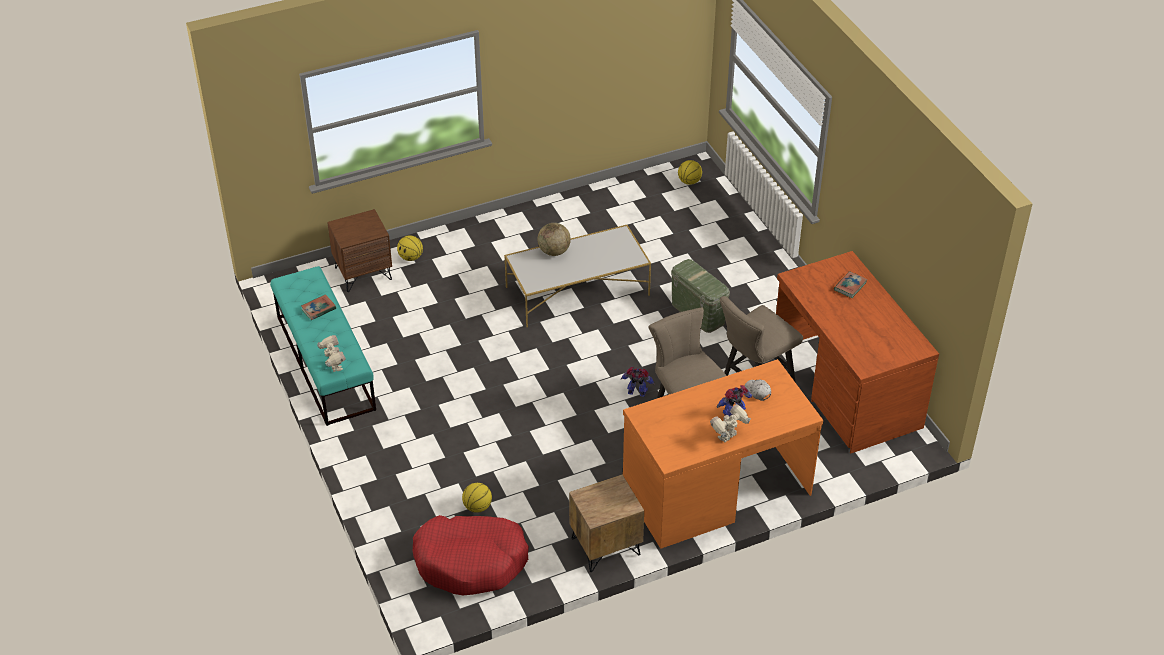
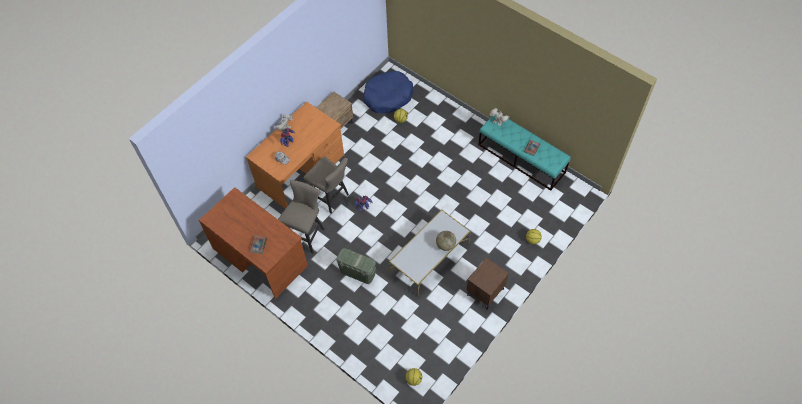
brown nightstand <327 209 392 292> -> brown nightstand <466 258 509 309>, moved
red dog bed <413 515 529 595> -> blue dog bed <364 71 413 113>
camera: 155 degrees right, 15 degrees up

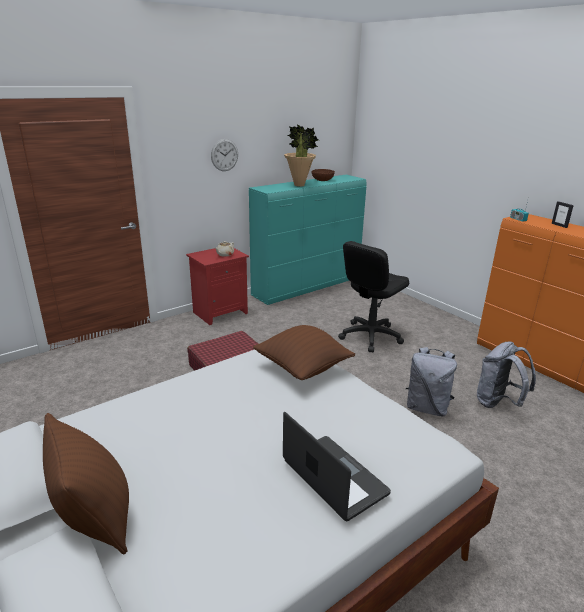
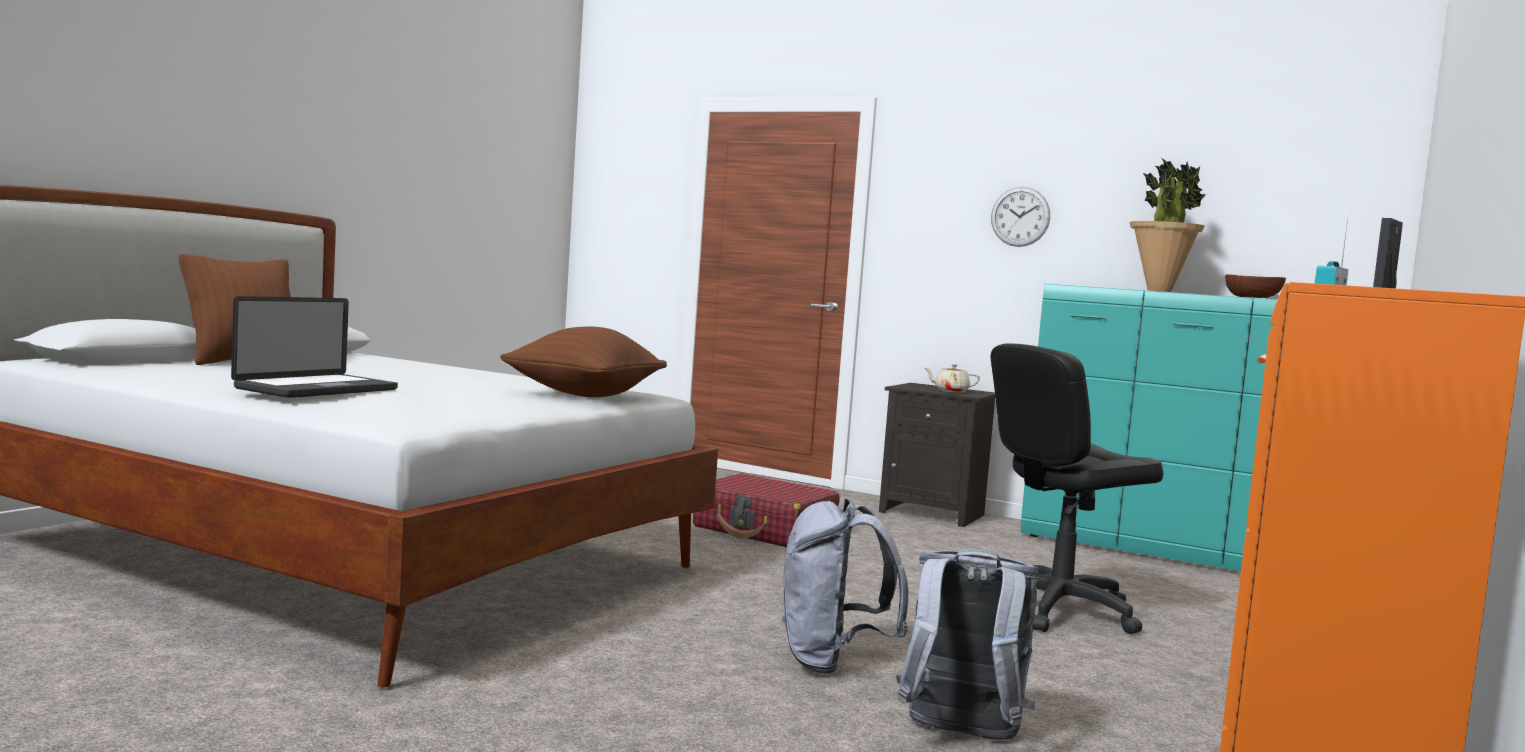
red nightstand <186 248 249 325> -> black nightstand <879 383 995 527>
black office chair <338 241 409 352> -> black office chair <991 343 1163 634>, 45 degrees counterclockwise
camera: 65 degrees right, 20 degrees down

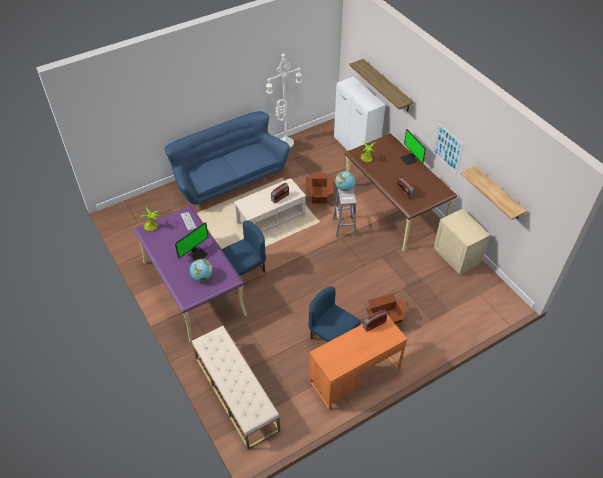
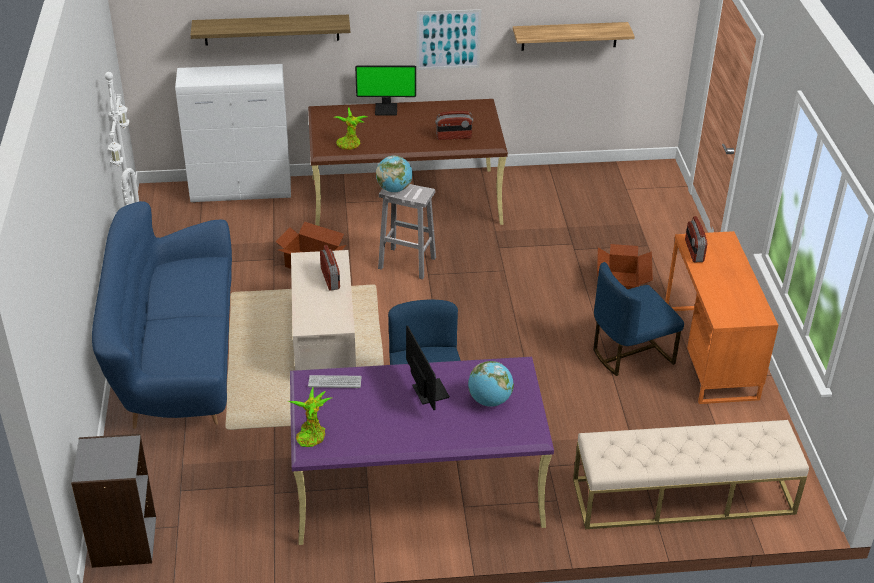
beige nightstand <434 209 490 275> -> none
none -> grey bookcase <71 434 156 568>
camera: 65 degrees left, 10 degrees down

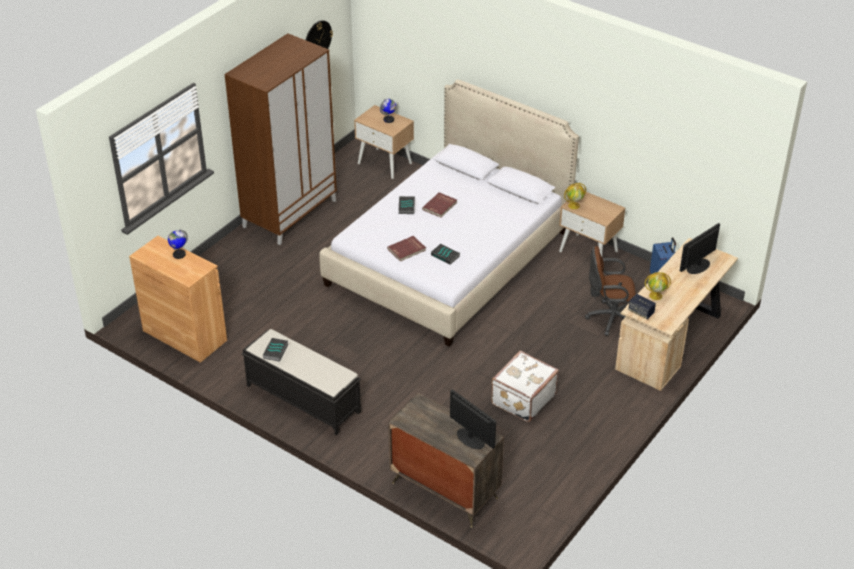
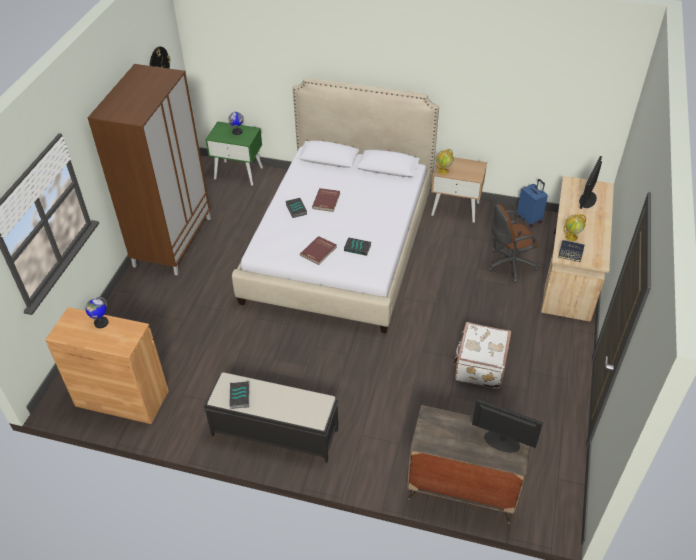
beige nightstand <354 105 414 179> -> green nightstand <205 121 263 186>
camera: 20 degrees left, 5 degrees up

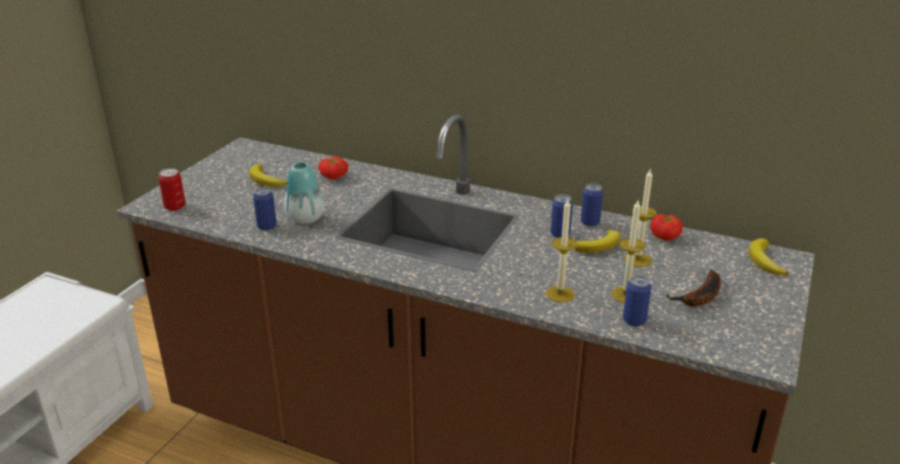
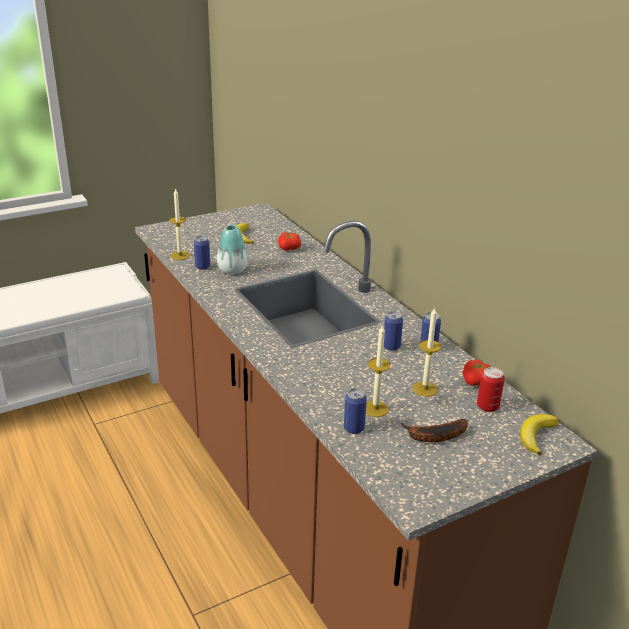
banana <575 230 621 253> -> none
can <158 168 186 211> -> can <477 367 505 412>, moved
candle <546 199 577 302> -> candle <169 188 190 260>, moved
camera: 35 degrees right, 0 degrees up

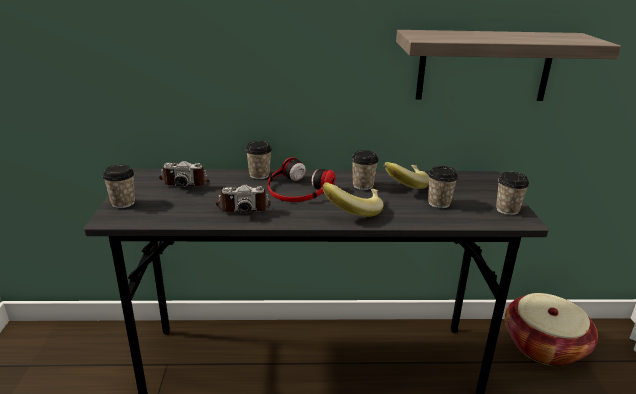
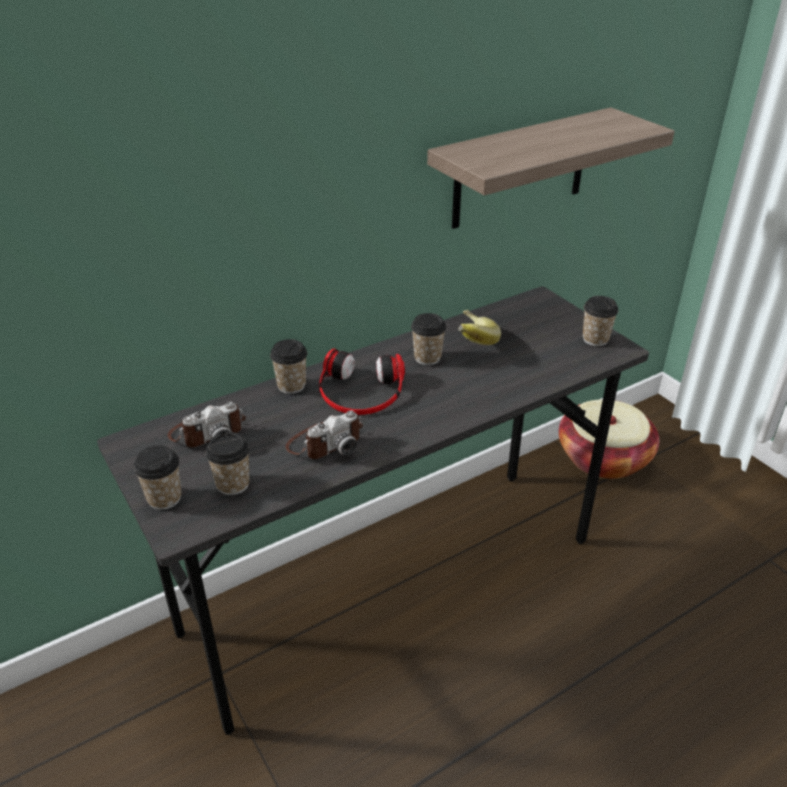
banana <322 182 384 217> -> none
cup <428 166 458 208> -> cup <206 432 250 495>, moved
camera: 30 degrees left, 10 degrees up

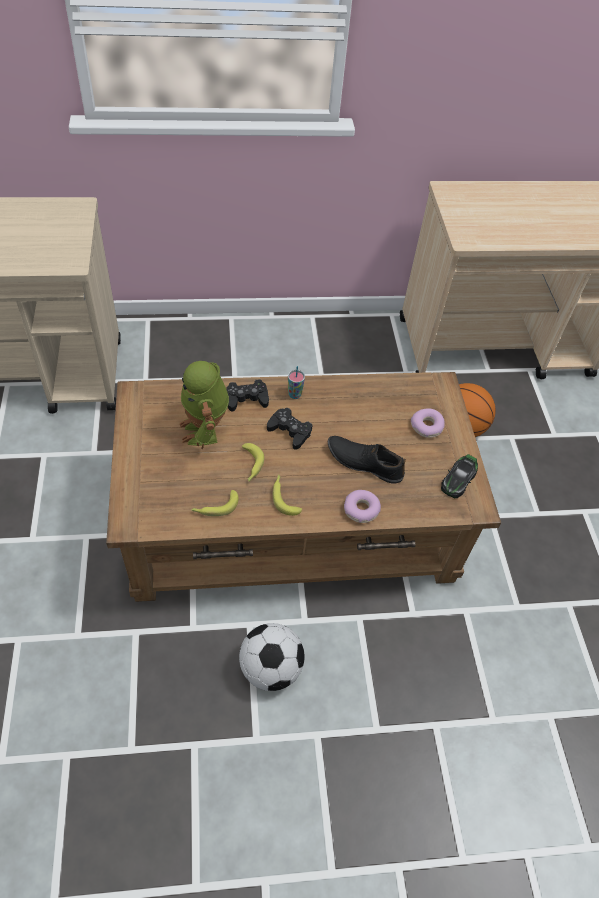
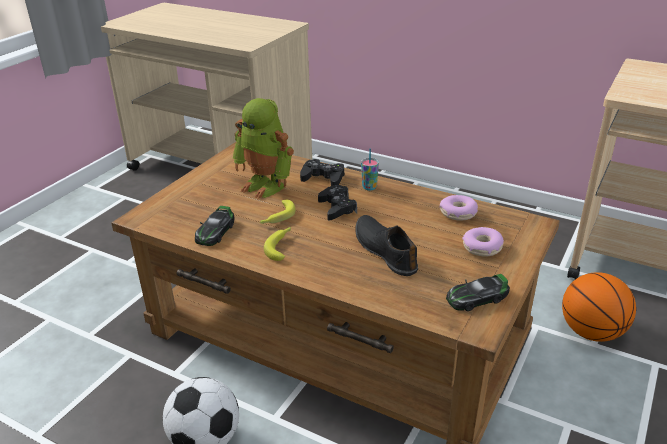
donut <344 490 381 523> -> donut <440 195 478 221>, moved
banana <191 490 239 516> -> toy car <195 206 234 246>
toy robot <180 361 229 449> -> toy robot <233 98 294 199>, 75 degrees counterclockwise
camera: 40 degrees right, 20 degrees down

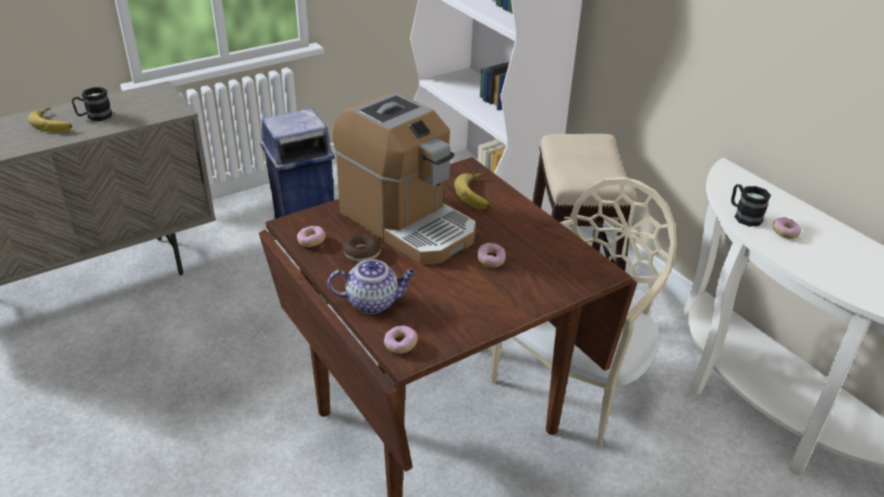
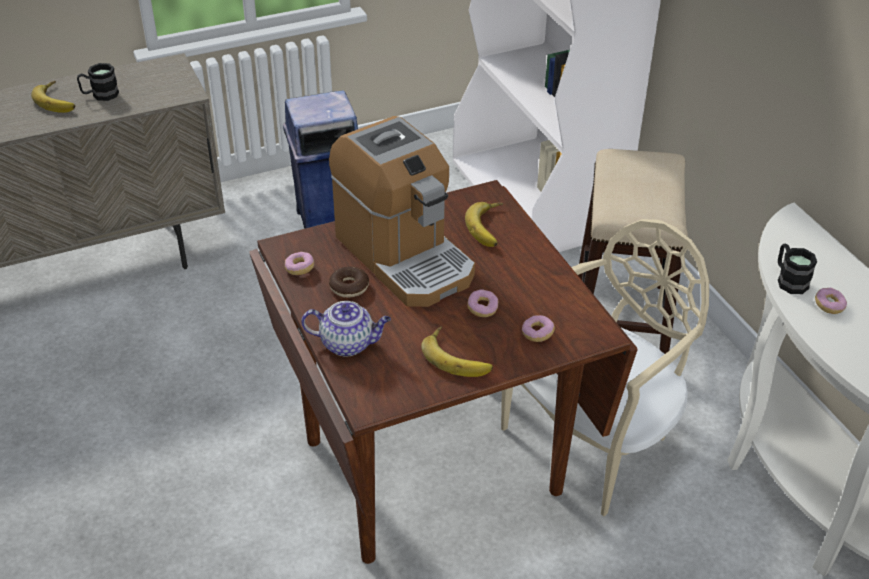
none -> banana <421 326 493 377>
donut <384 325 418 354> -> donut <522 315 555 342>, moved
camera: 10 degrees right, 5 degrees up

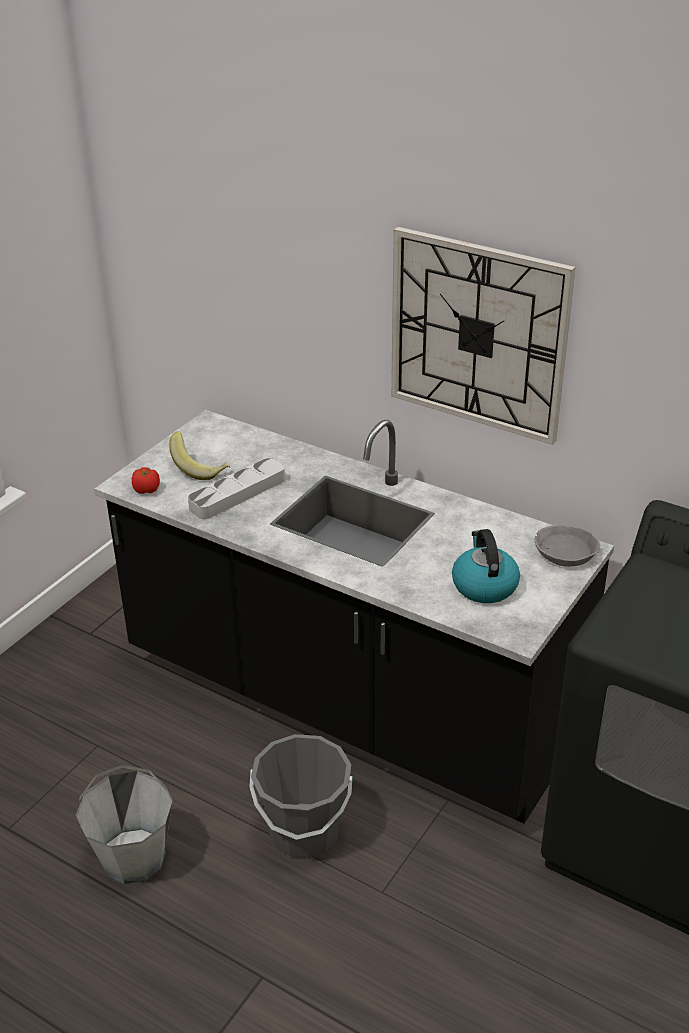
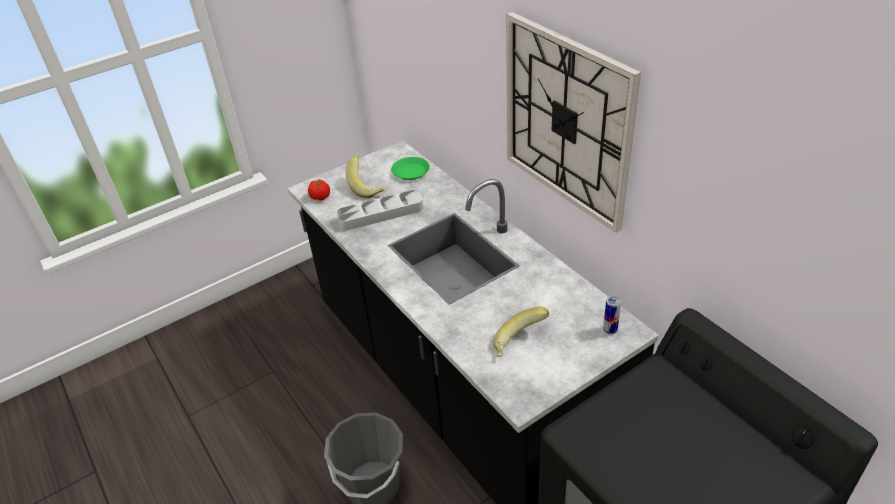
grey bucket <76 765 173 884> -> none
none -> green plate <391 157 430 180>
kettle <452 529 520 603> -> banana <493 306 549 357>
grey bowl <534 525 600 567> -> can <603 296 621 334>
camera: 25 degrees right, 5 degrees up

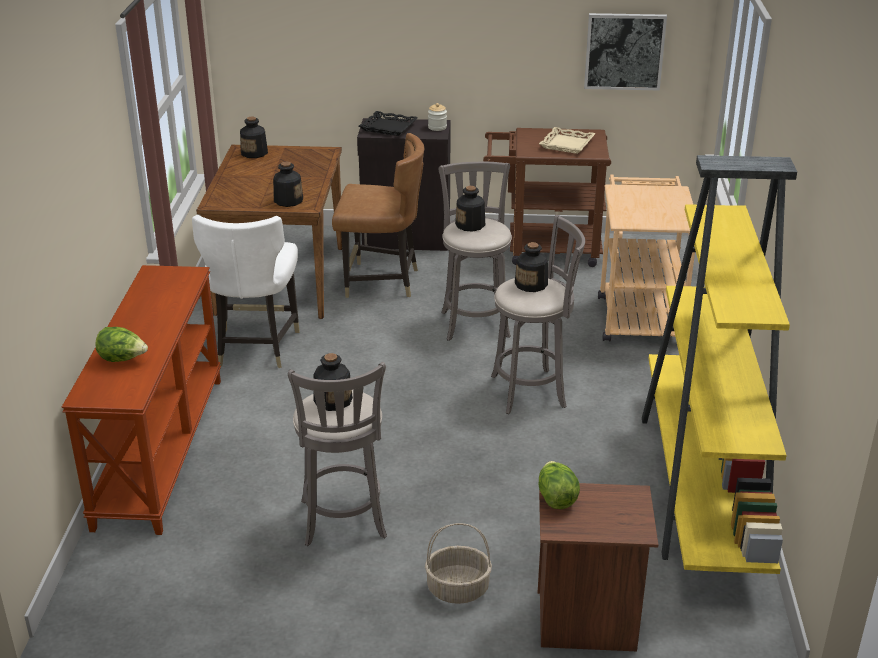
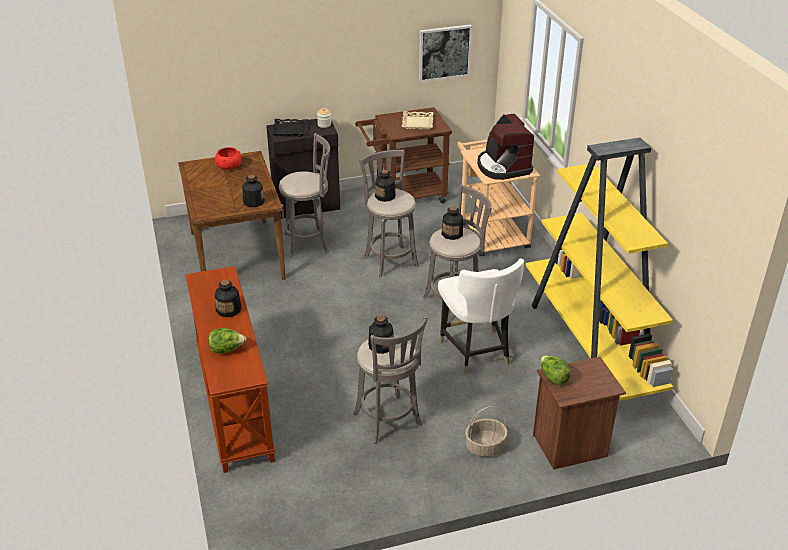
none -> red bowl <215 147 242 170>
none -> coffee machine <477 114 534 180>
white chair <192 215 300 368> -> white chair <438 258 524 374>, moved
bottle <240 117 268 158> -> bottle <215 280 241 317>, moved
brown chair <332 133 424 298> -> grey stool <279 133 330 257>
camera: 20 degrees left, 5 degrees up

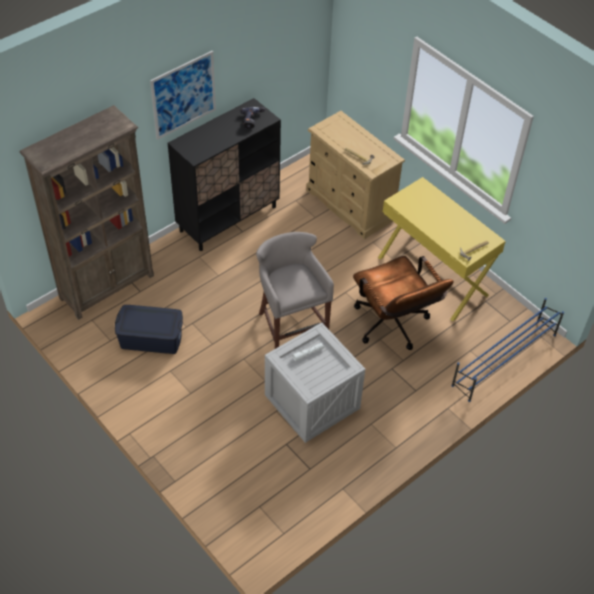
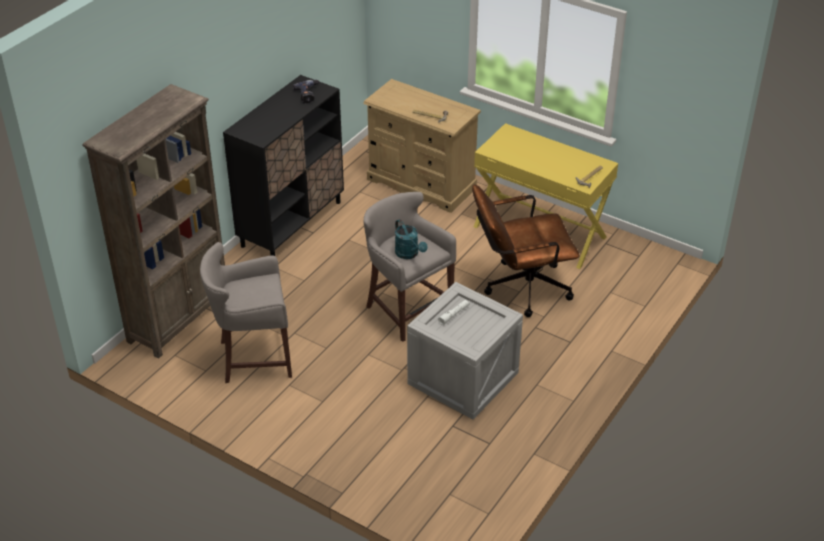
picture <150 51 216 140> -> none
blue shoe rack <451 298 564 402> -> none
none -> turquoise watering can <395 219 428 259>
blue storage box <115 305 183 354> -> grey stool <200 242 292 383>
brown office chair <353 256 454 350> -> brown office chair <472 184 579 317>, 120 degrees clockwise
camera: 15 degrees left, 10 degrees down

